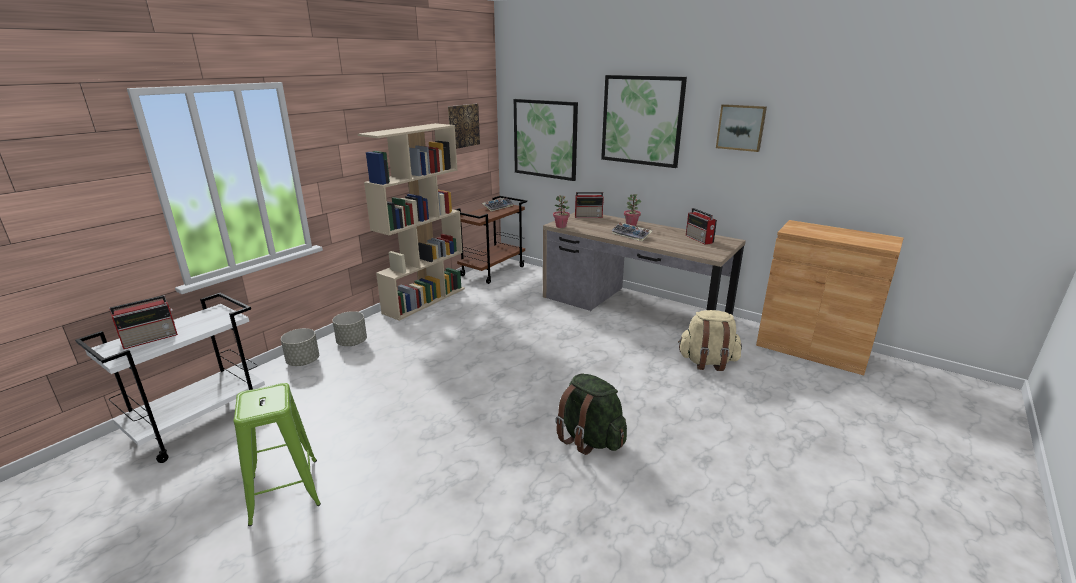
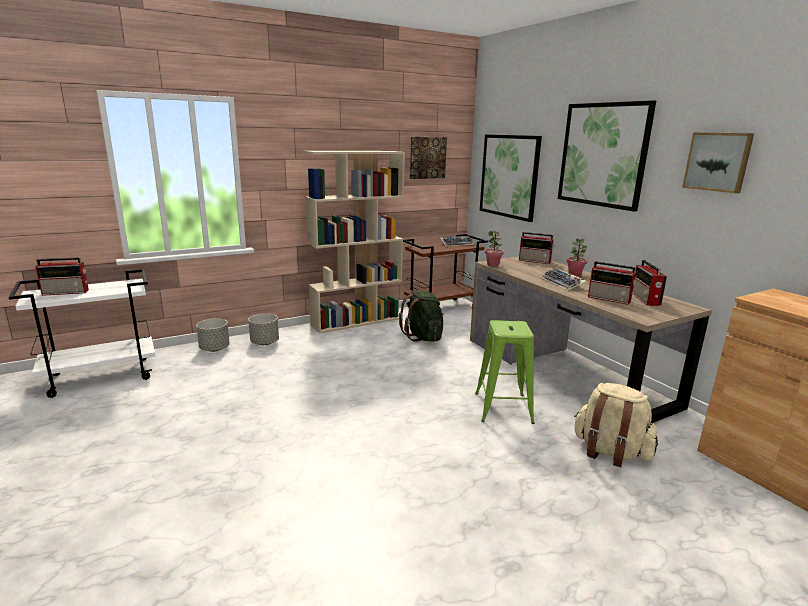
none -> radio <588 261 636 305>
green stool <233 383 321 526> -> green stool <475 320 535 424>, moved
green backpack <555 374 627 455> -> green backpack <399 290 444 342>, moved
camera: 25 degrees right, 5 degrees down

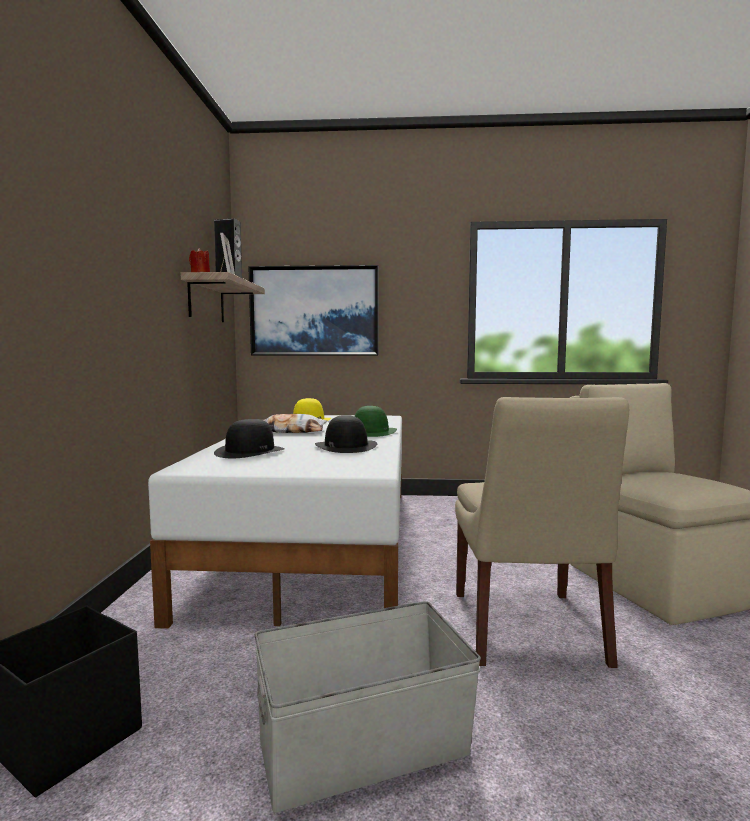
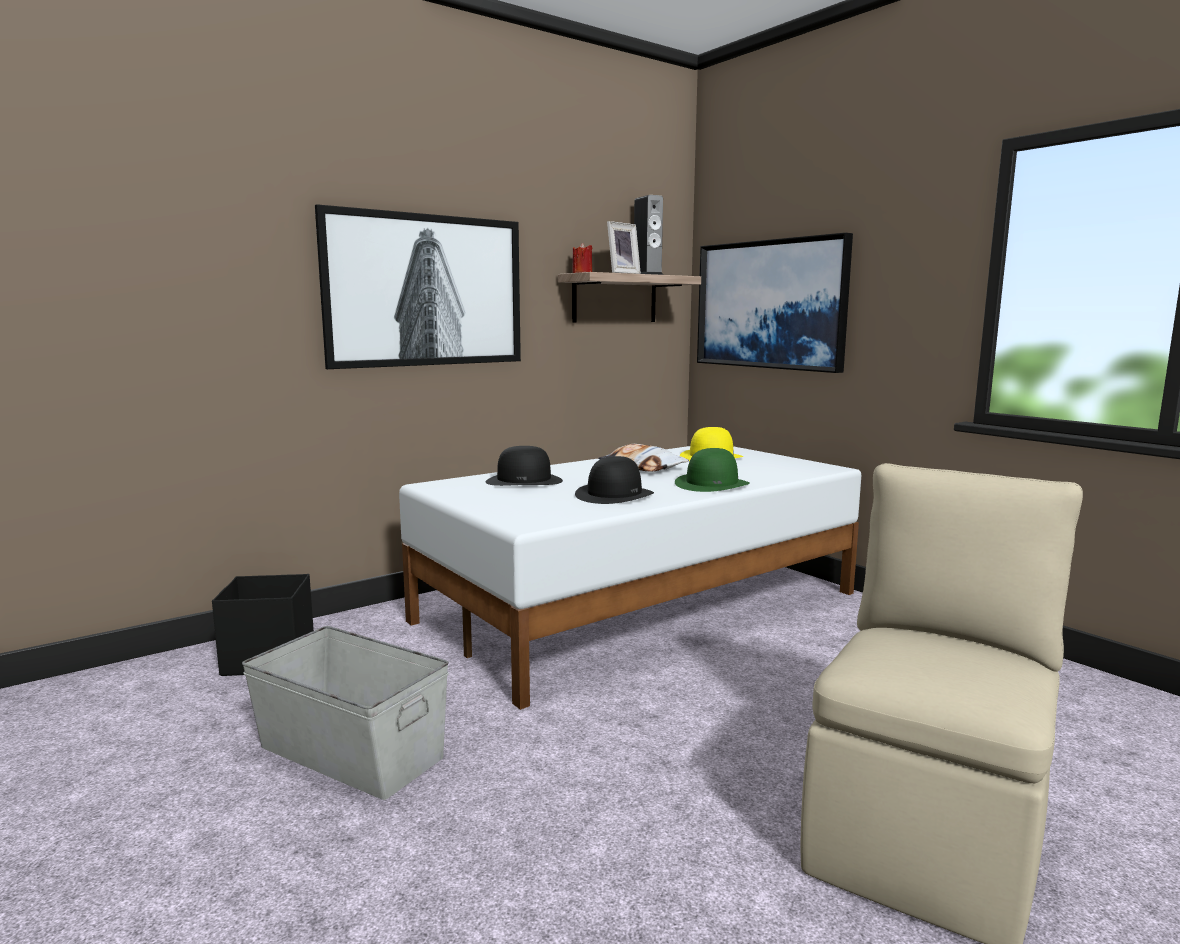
beige chair <455 397 629 668> -> none
none -> picture <315 204 521 369>
camera: 50 degrees right, 5 degrees up

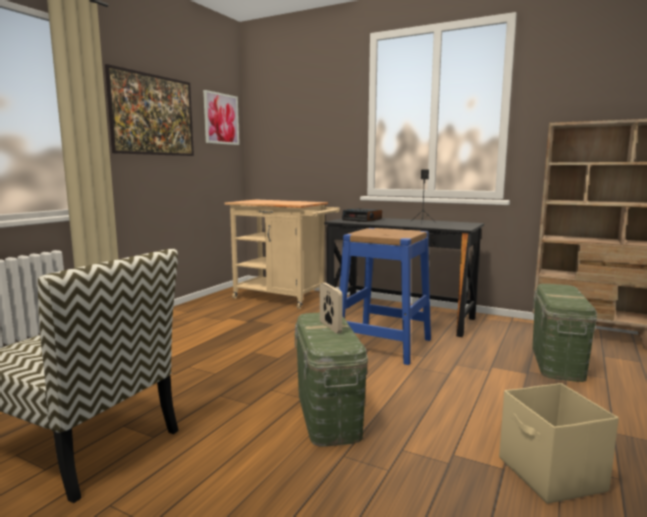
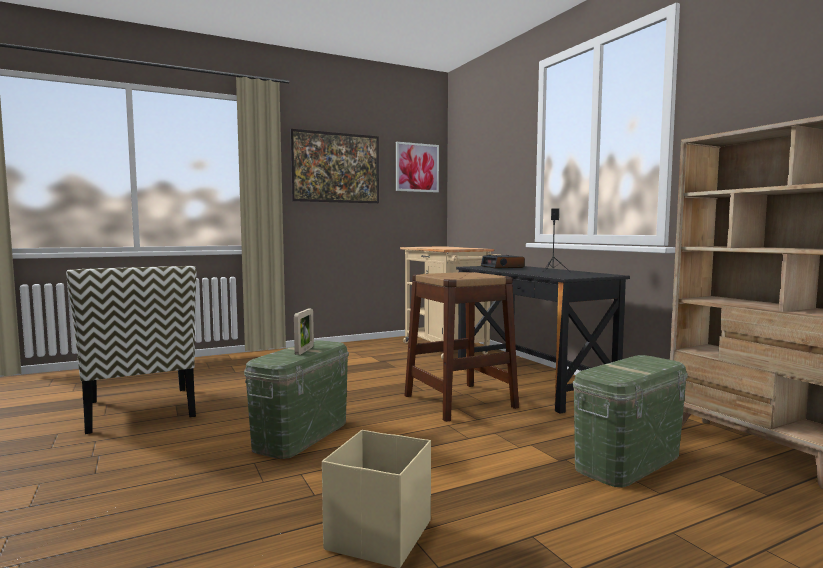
blue stool <339 228 431 365> -> brown stool <404 272 519 422>
camera: 35 degrees right, 5 degrees down

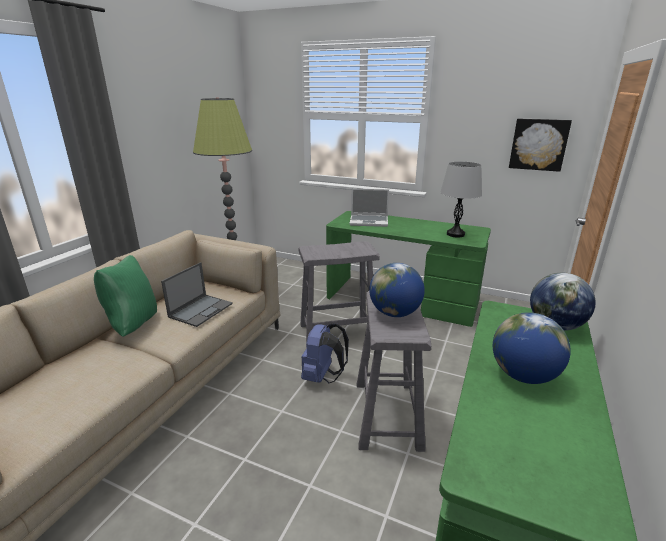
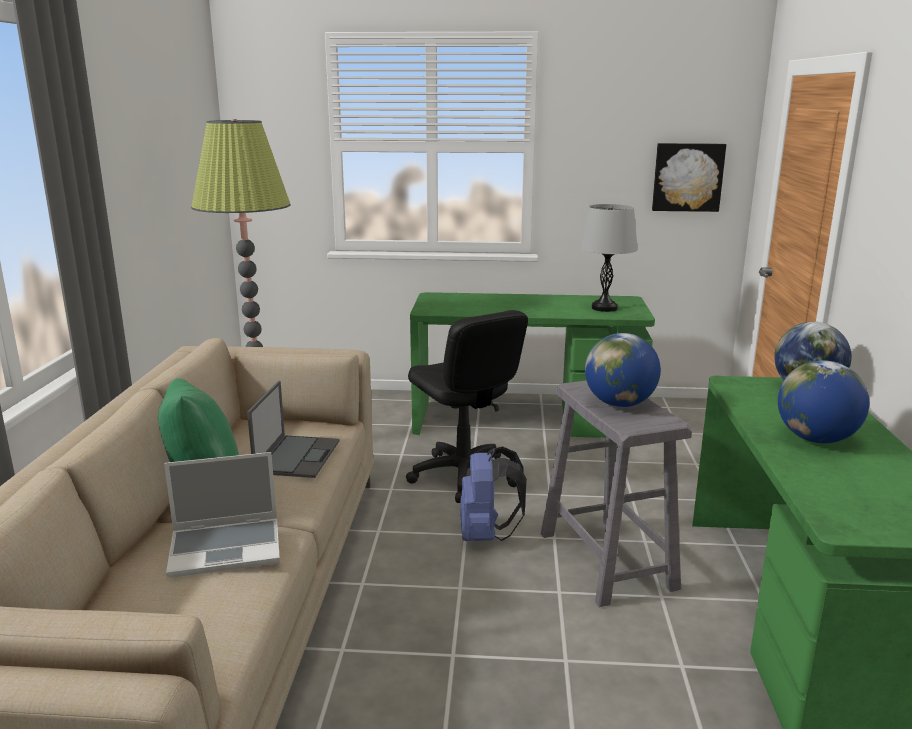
laptop <350 189 389 227> -> laptop <164 452 280 578>, moved
grey stool <299 241 380 347> -> black office chair <406 310 528 503>
camera: 20 degrees left, 5 degrees down

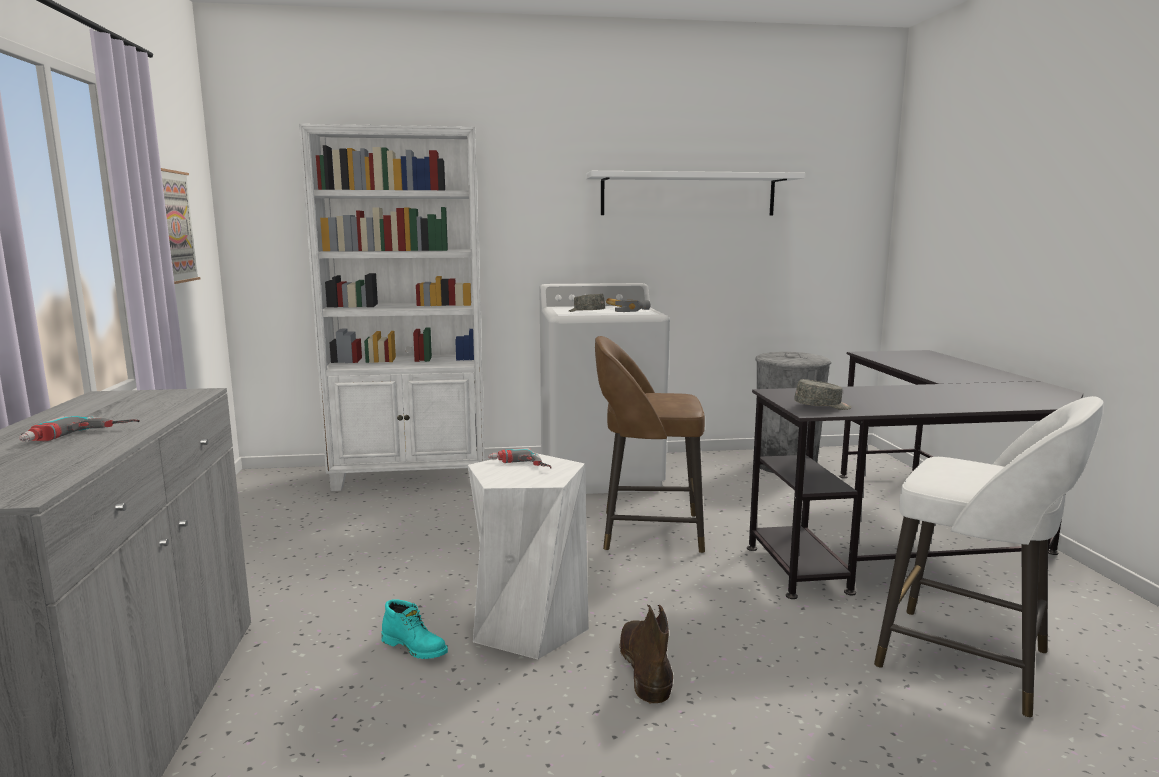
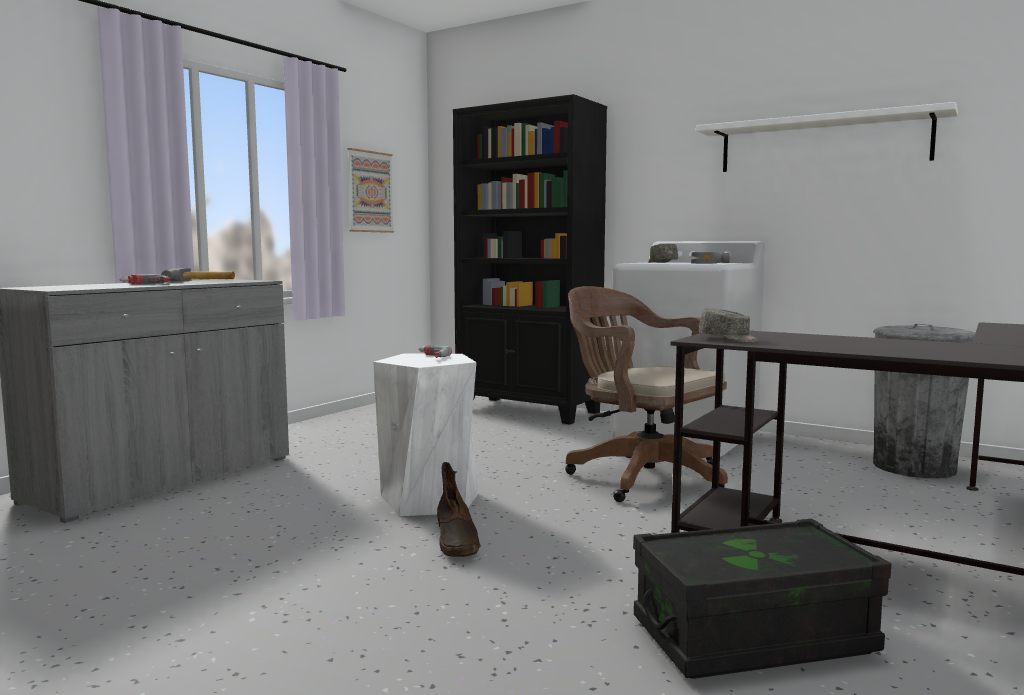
turquoise boot <381 599 448 659> -> none
none -> hammer <161 268 235 282>
brown stool <595 336 705 553> -> brown office chair <565 286 728 502>
white stool <874 396 1103 718> -> black storage box <633 519 891 679>
white bookcase <299 124 485 491> -> black bookcase <453 94 607 425>
brown boot <619 605 673 704> -> brown boot <437 462 481 557>, 135 degrees clockwise
camera: 40 degrees right, 5 degrees down

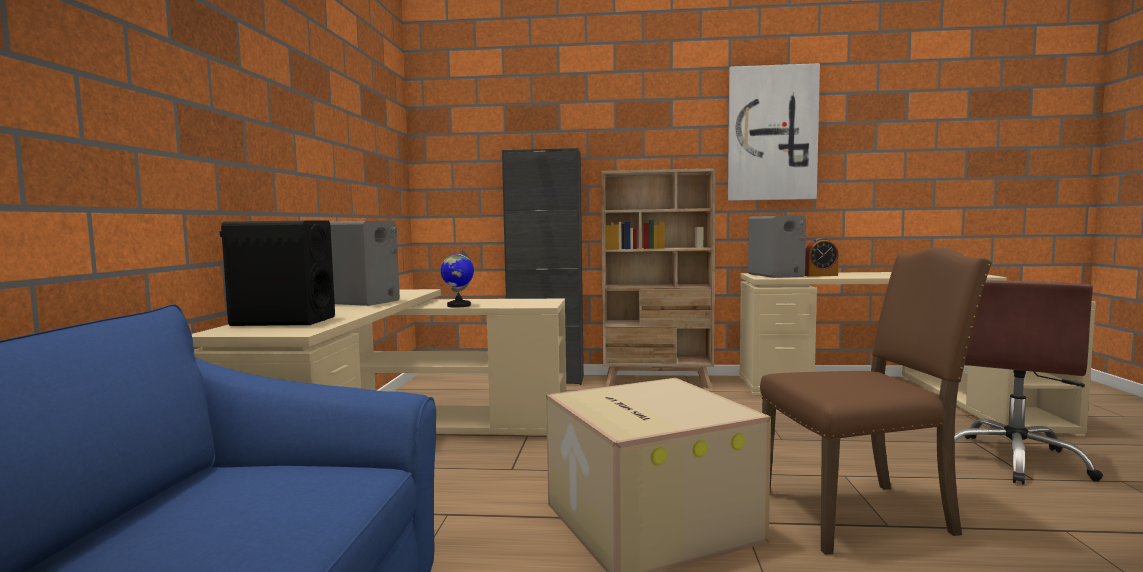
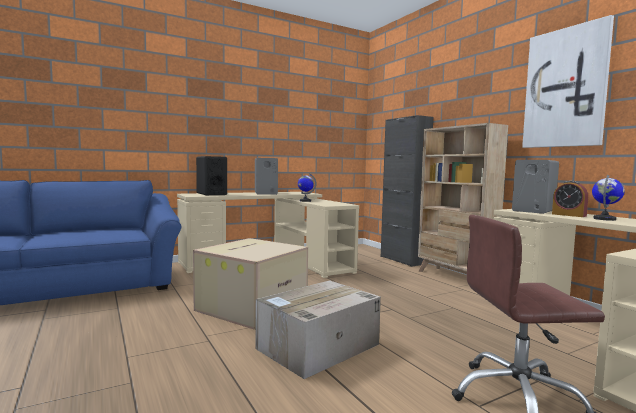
none -> globe <592 175 625 221>
brown chair <760 247 992 555> -> cardboard box <255 280 381 379>
camera: 55 degrees right, 0 degrees up

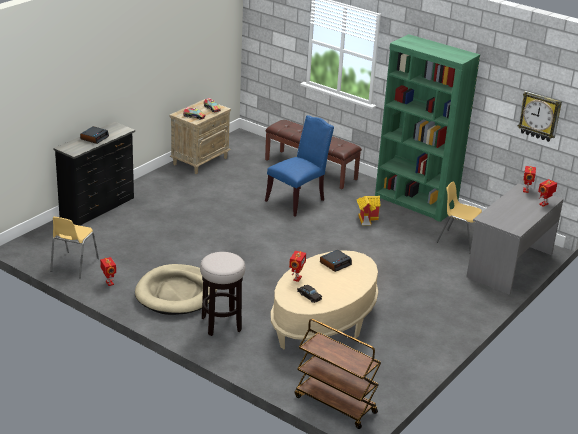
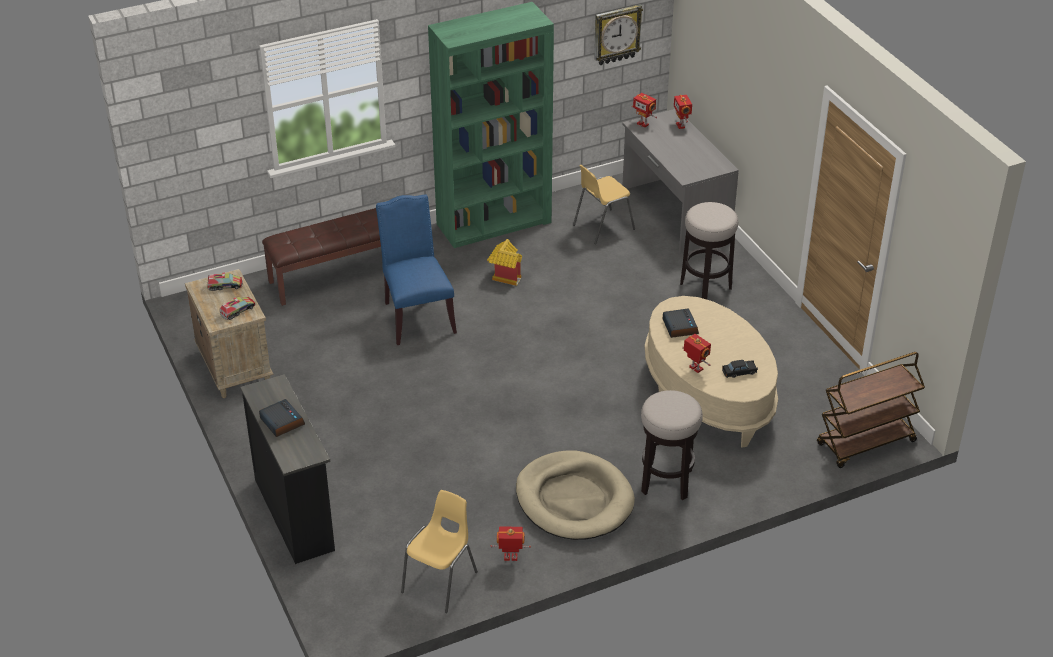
none -> stool <680 202 738 300>
yellow chair <50 217 99 278> -> yellow chair <401 490 478 613>, 105 degrees counterclockwise
camera: 60 degrees left, 10 degrees up

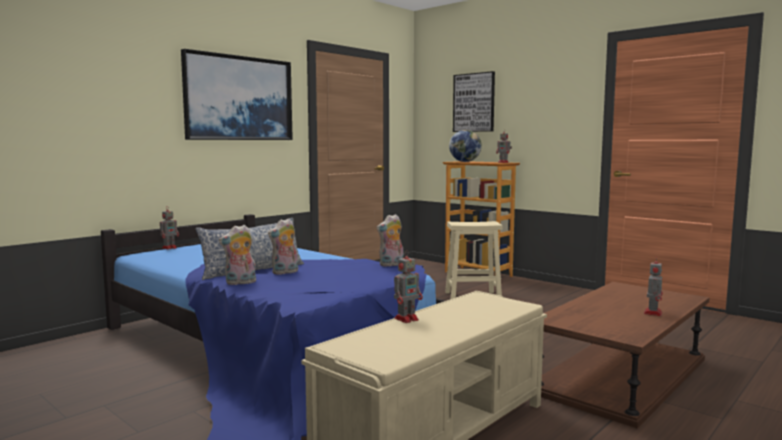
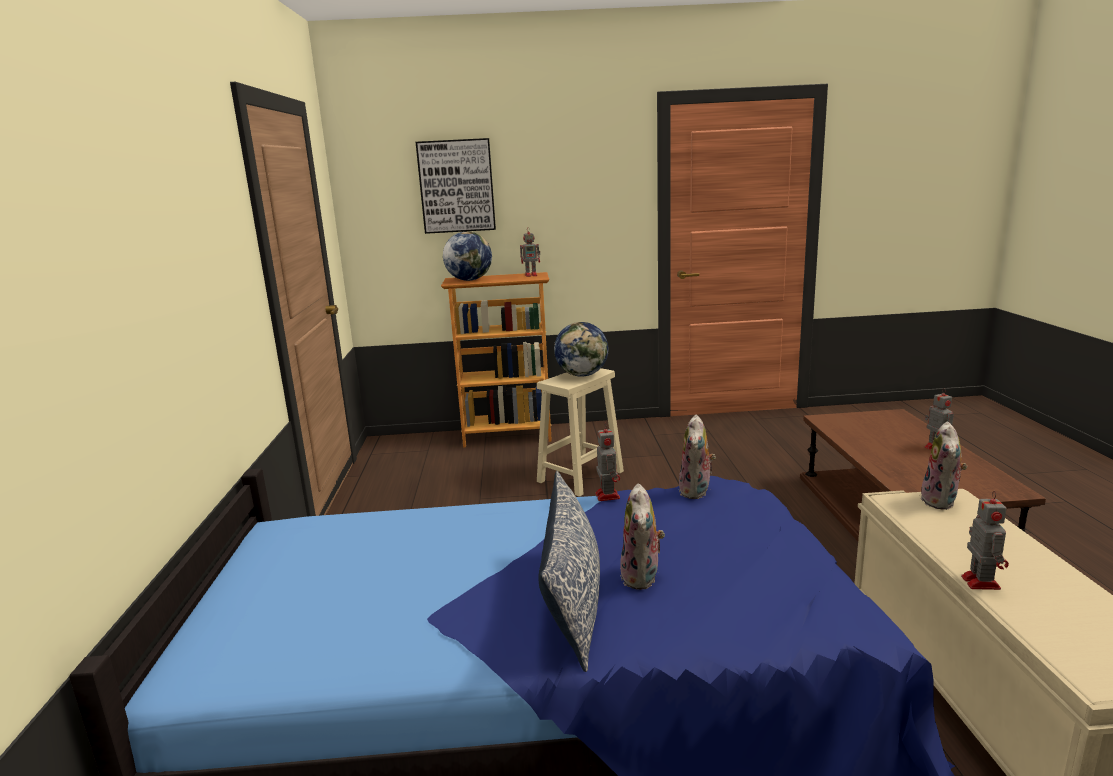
picture <181 49 293 140> -> none
none -> globe <554 322 608 377>
toy robot <160 207 179 250> -> toy robot <595 423 620 501>, moved
plush toy <219 225 256 285> -> plush toy <920 422 967 510>, moved
camera: 45 degrees left, 10 degrees up

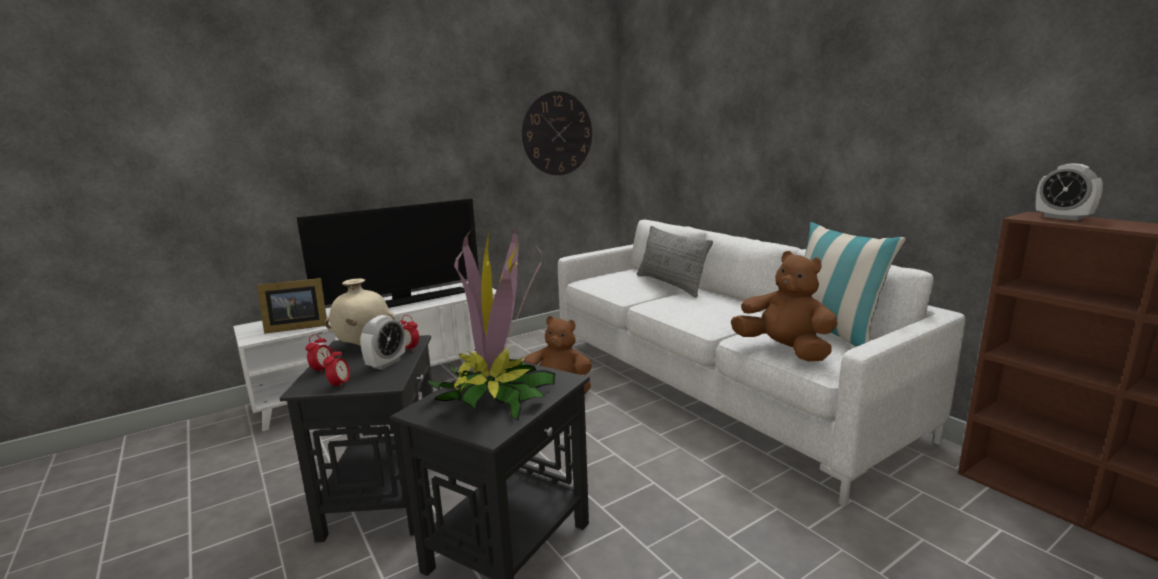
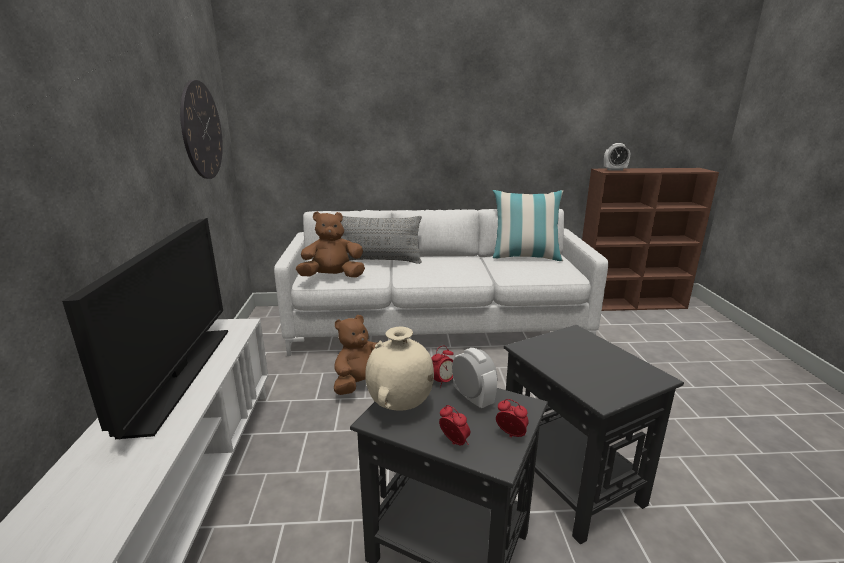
picture frame <257 278 327 334> -> none
potted plant <427 227 555 421> -> none
brown plush toy <731 251 838 361> -> brown plush toy <296 212 365 277>, moved
camera: 60 degrees left, 5 degrees up

